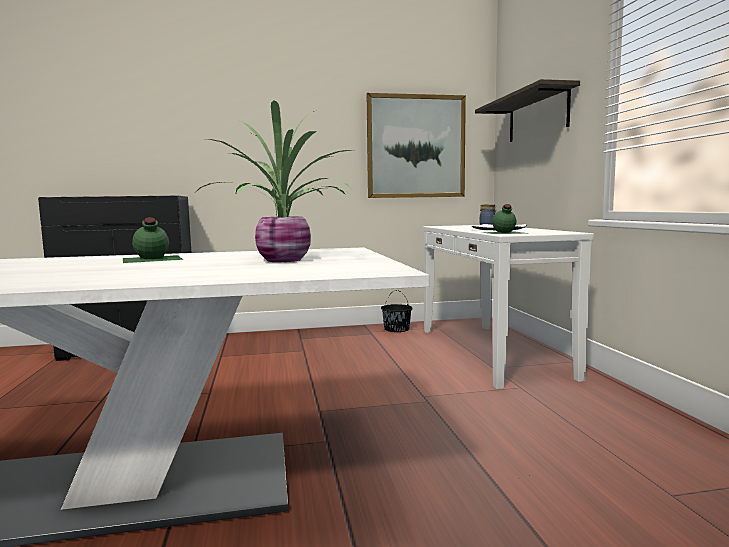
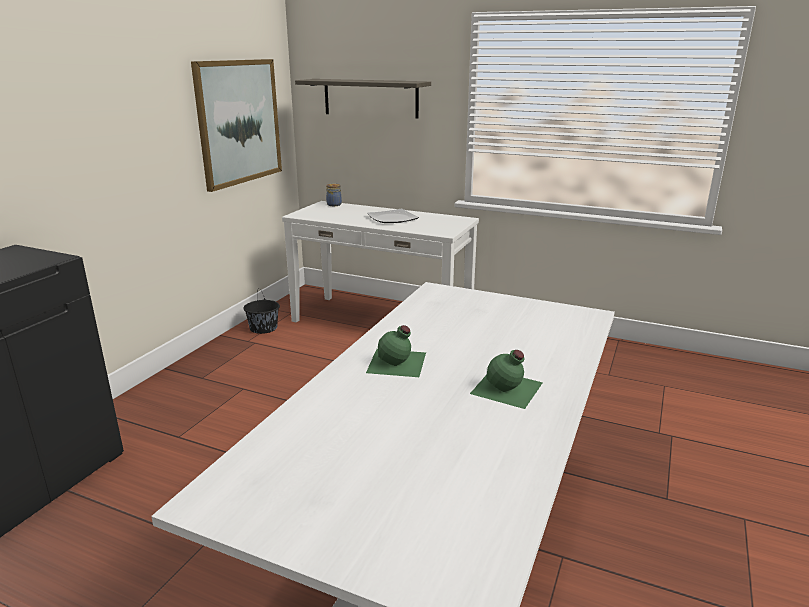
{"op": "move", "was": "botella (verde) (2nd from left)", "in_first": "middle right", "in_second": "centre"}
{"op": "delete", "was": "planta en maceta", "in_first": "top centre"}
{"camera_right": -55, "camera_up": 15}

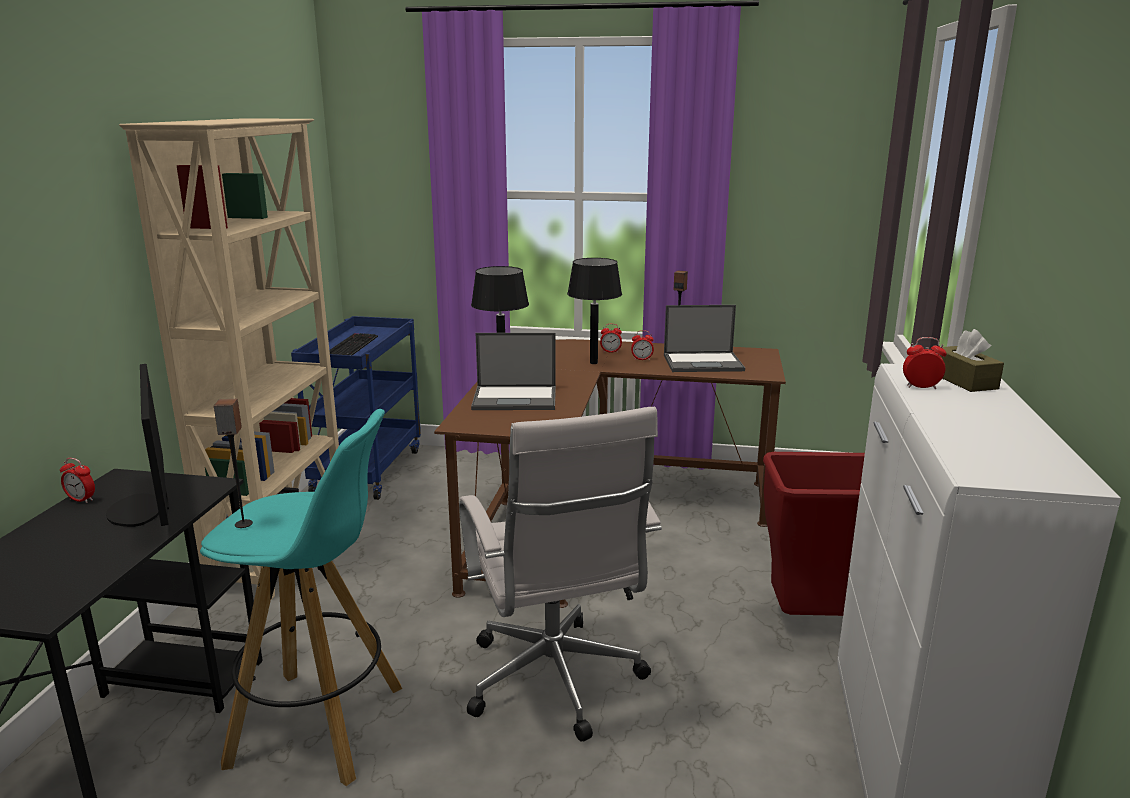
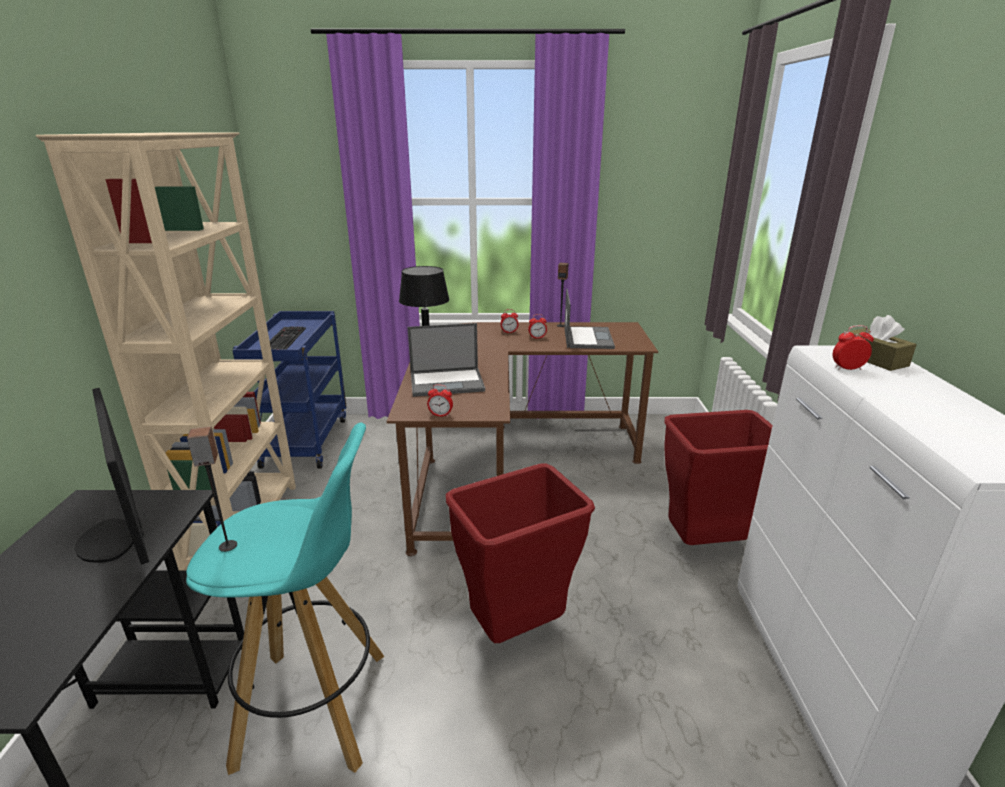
{"op": "move", "was": "despertador (1st from left)", "in_first": "middle left", "in_second": "centre"}
{"op": "replace", "was": "silla de oficina (blanco)", "now": "papelera (rojo) (1st from left)", "in_first": "bottom centre", "in_second": "bottom centre"}
{"op": "rotate", "was": "portátil (2nd from left)", "in_first": "centre", "in_second": "centre", "clockwise": -75}
{"op": "delete", "was": "lámpara de mesa (negro) (2nd from left)", "in_first": "centre"}
{"camera_right": -10, "camera_up": 5}

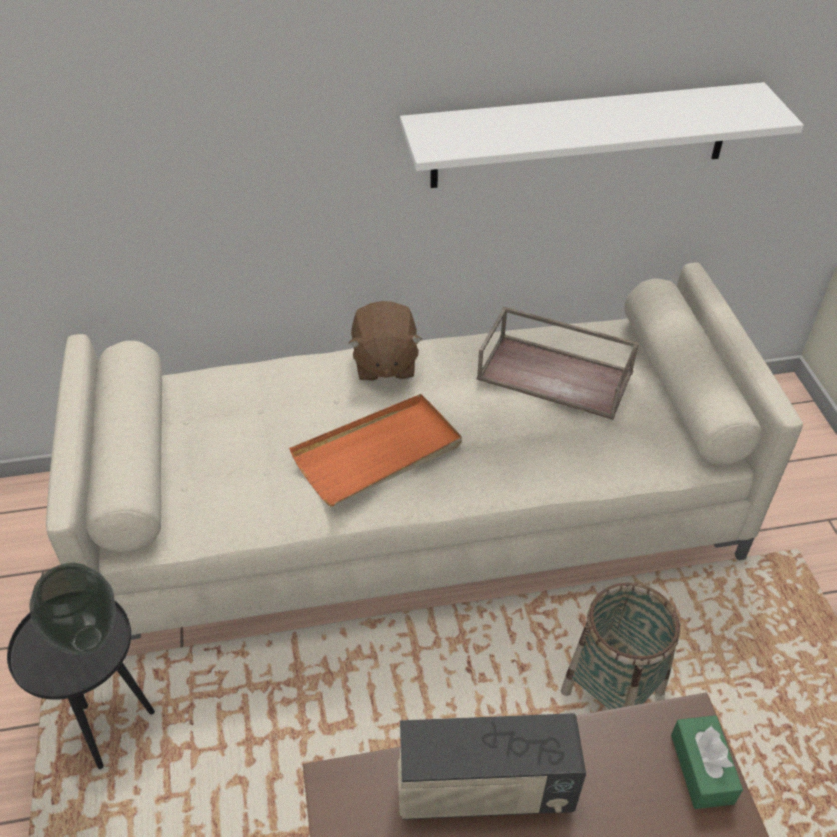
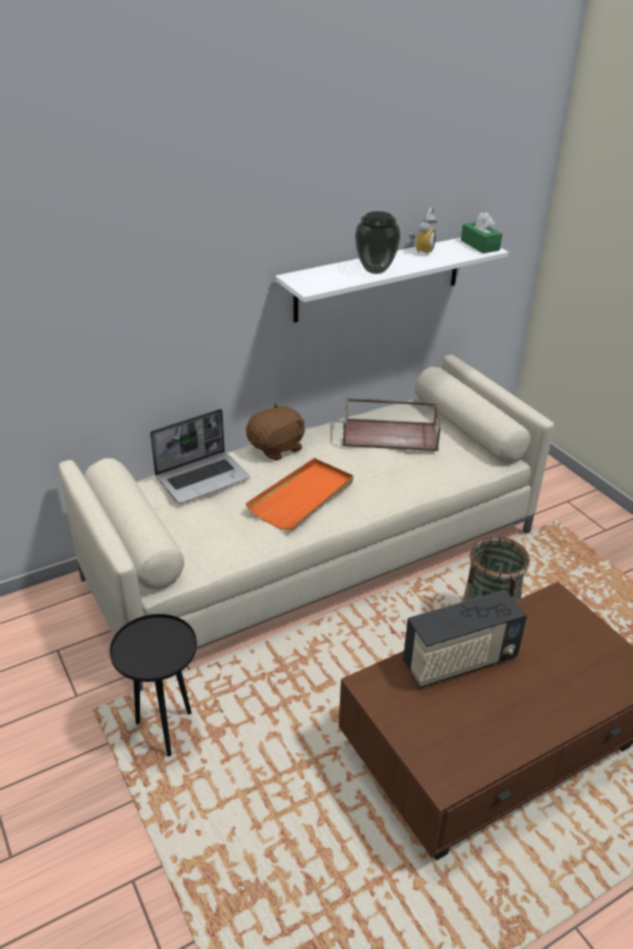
{"op": "insert", "now": "portátil", "in_second": "middle left"}
{"op": "rotate", "was": "peluche (marrón)", "in_first": "centre", "in_second": "centre", "clockwise": -105}
{"op": "move", "was": "florero", "in_first": "bottom left", "in_second": "top centre"}
{"op": "insert", "now": "despertador", "in_second": "top right"}
{"op": "move", "was": "caja de pañuelos (verde)", "in_first": "bottom right", "in_second": "top right"}
{"camera_right": -20, "camera_up": -10}

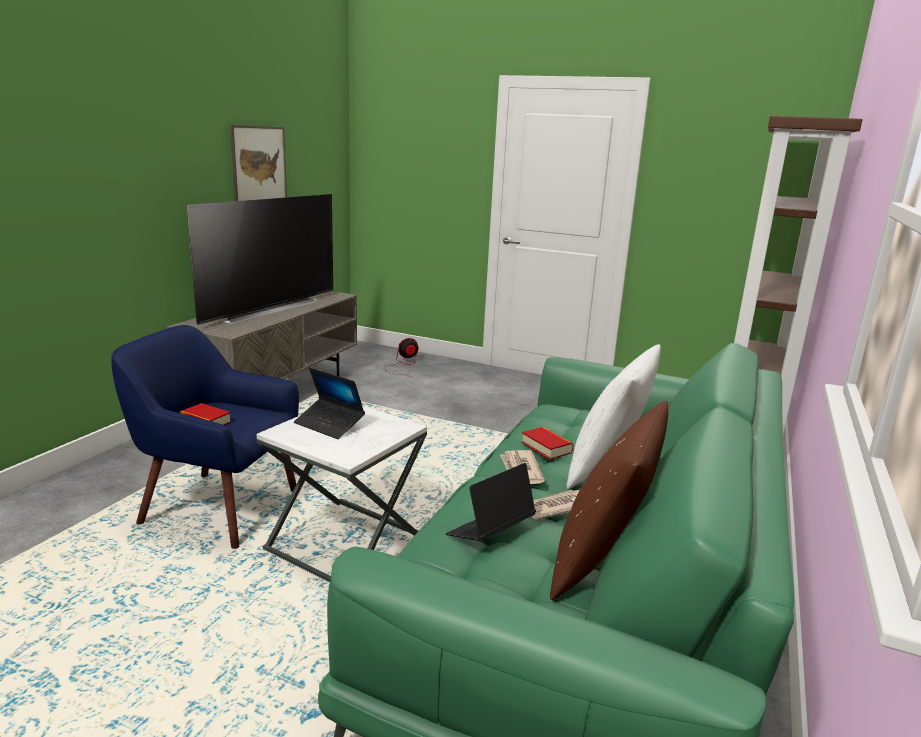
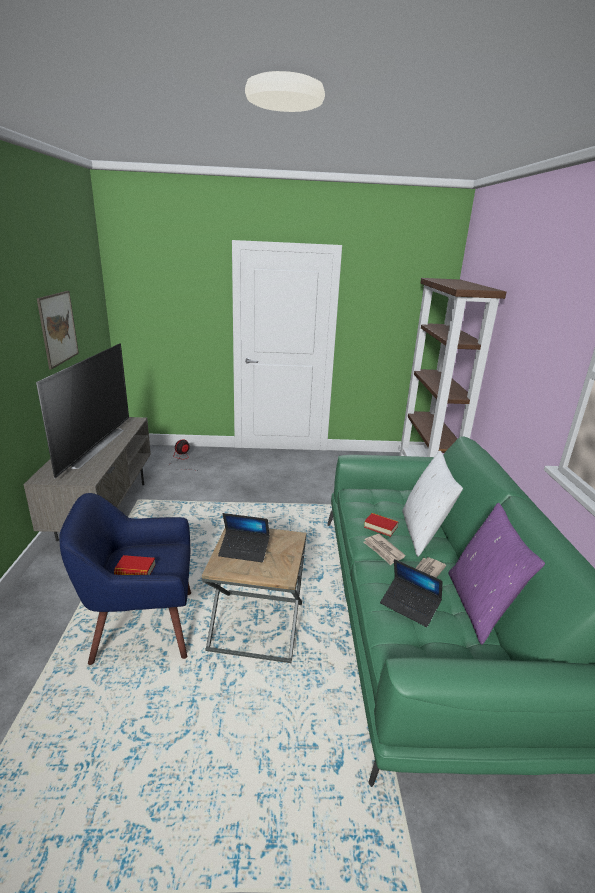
{"op": "recolor", "was": "mesa auxiliar (blanco)", "now": "mesa auxiliar (marrón)", "in_first": "bottom centre", "in_second": "centre"}
{"op": "rotate", "was": "portátil (2nd from left)", "in_first": "bottom centre", "in_second": "middle right", "clockwise": -75}
{"op": "recolor", "was": "cojín (marrón)", "now": "cojín (morado)", "in_first": "bottom centre", "in_second": "middle right"}
{"camera_right": -25, "camera_up": 5}

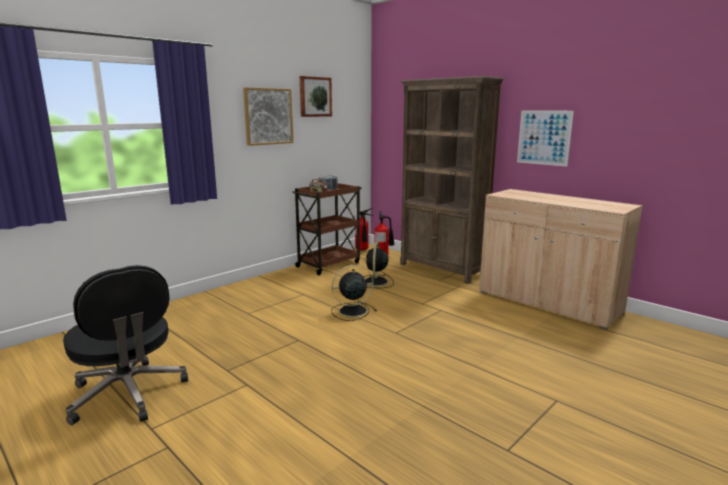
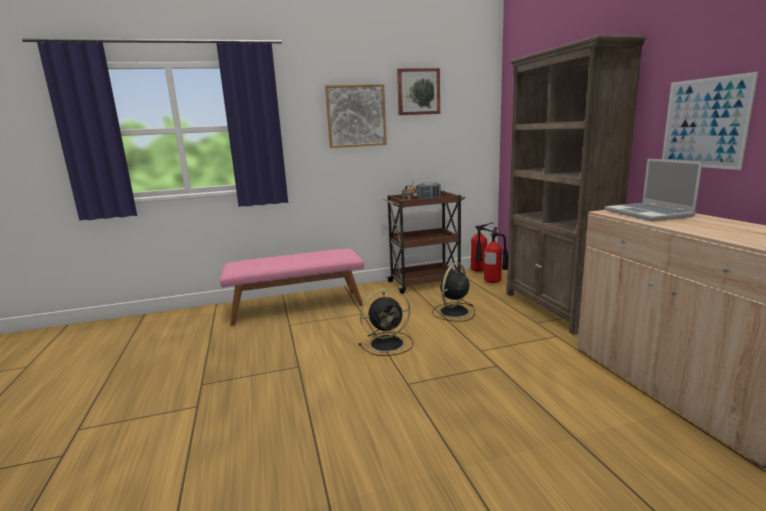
{"op": "insert", "now": "banco (rosa)", "in_second": "centre"}
{"op": "rotate", "was": "ventilador (negro) (1st from left)", "in_first": "centre", "in_second": "centre", "clockwise": 150}
{"op": "insert", "now": "portátil", "in_second": "middle right"}
{"op": "delete", "was": "silla de oficina (negro)", "in_first": "bottom left"}
{"camera_right": 30, "camera_up": 0}

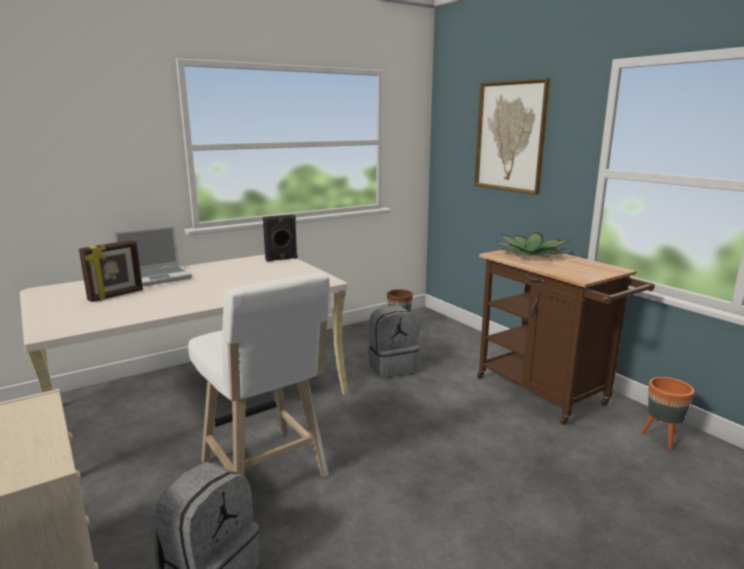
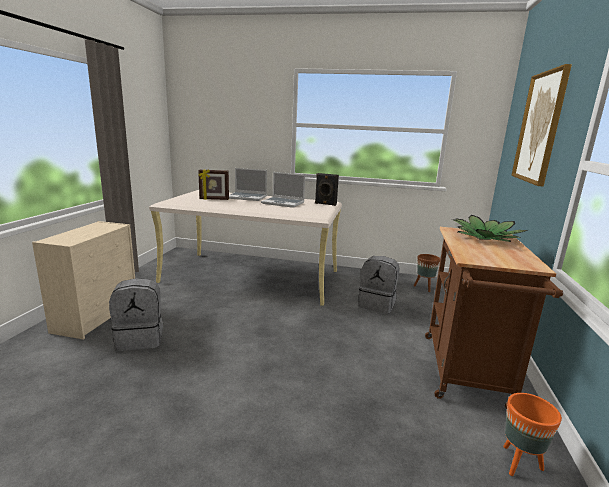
{"op": "insert", "now": "portátil (2nd from left)", "in_second": "centre"}
{"op": "delete", "was": "taburete (blanco)", "in_first": "centre"}
{"camera_right": 45, "camera_up": 0}

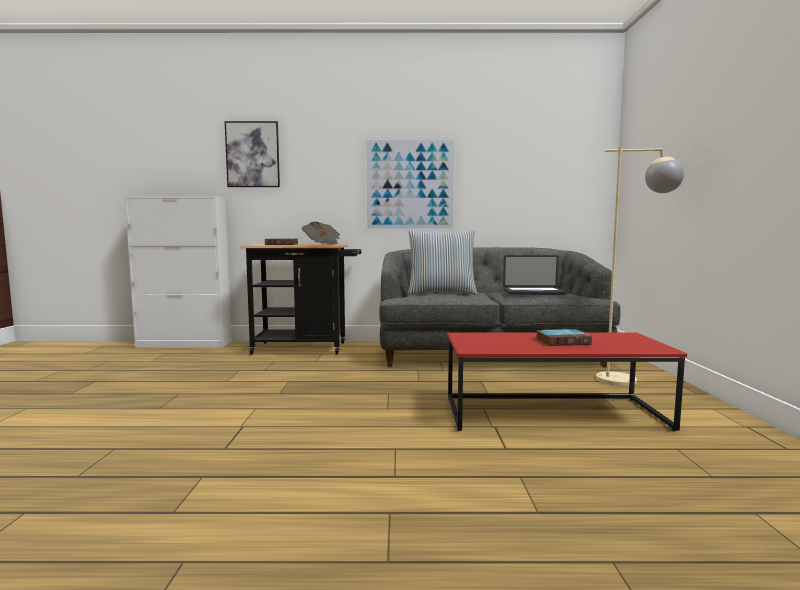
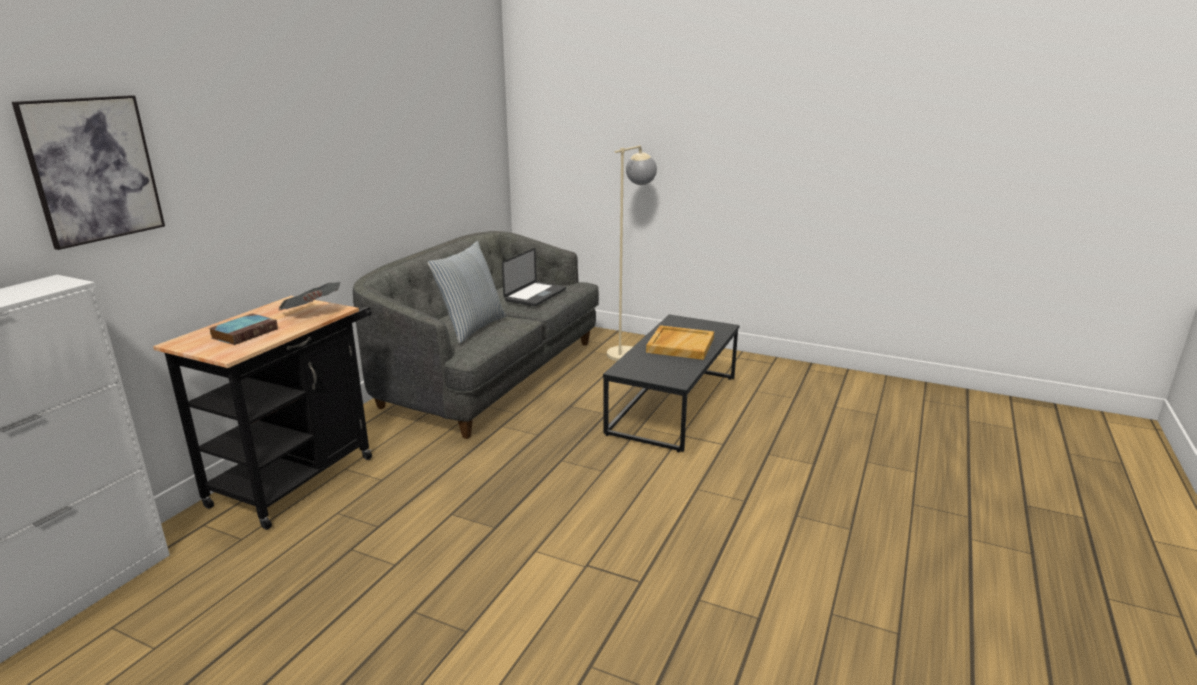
{"op": "recolor", "was": "mesa de centro (rojo)", "now": "mesa de centro (negro)", "in_first": "middle right", "in_second": "centre"}
{"op": "replace", "was": "libro (2nd from left)", "now": "bandeja (beis)", "in_first": "middle right", "in_second": "centre"}
{"op": "delete", "was": "cuadro (2nd from left)", "in_first": "top centre"}
{"camera_right": -65, "camera_up": 15}

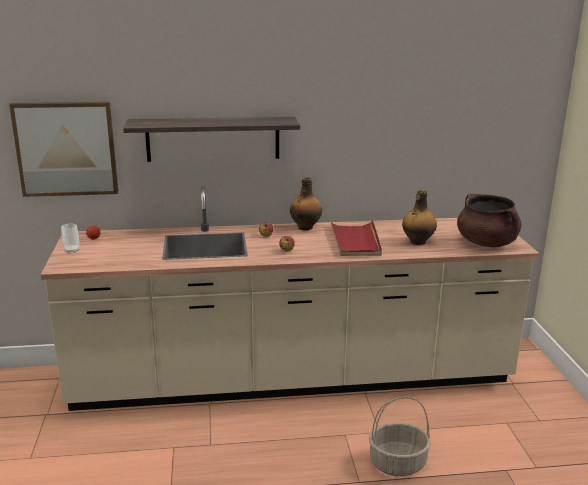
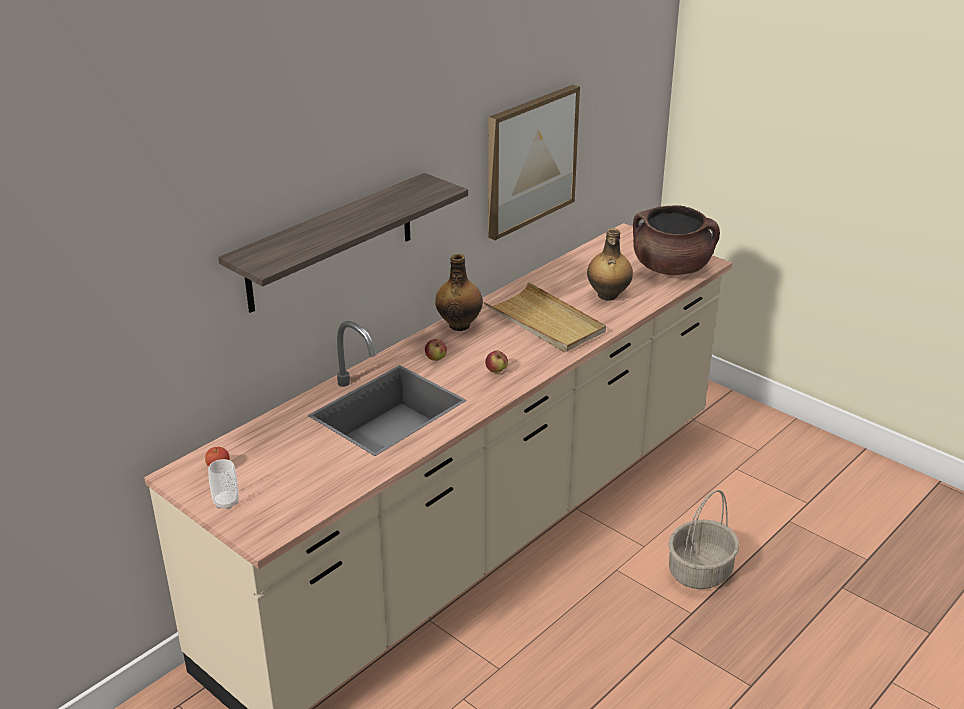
{"op": "recolor", "was": "bandeja (rojo)", "now": "bandeja (beis)", "in_first": "centre", "in_second": "centre"}
{"op": "move", "was": "cuadro", "in_first": "top left", "in_second": "top centre"}
{"camera_right": -40, "camera_up": 10}

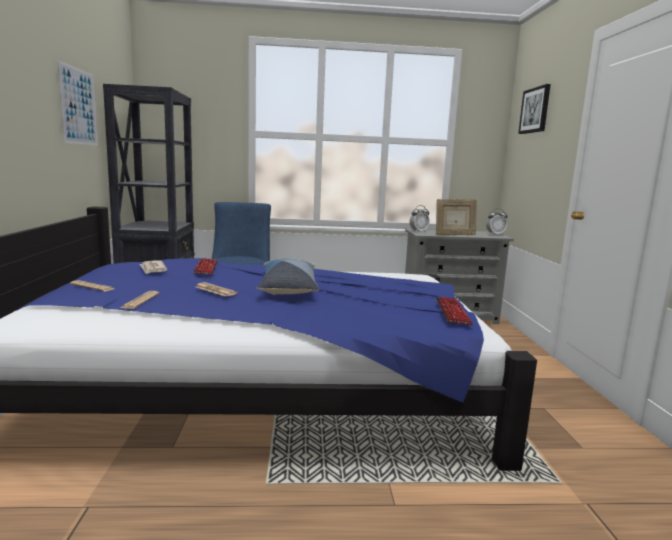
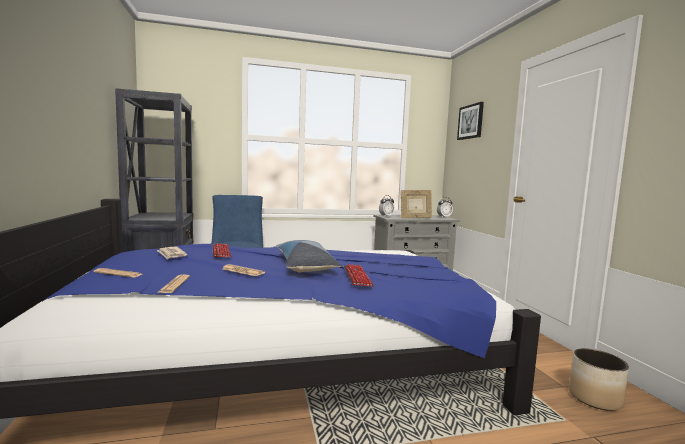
{"op": "move", "was": "teclado (2nd from left)", "in_first": "middle right", "in_second": "centre"}
{"op": "insert", "now": "maceta", "in_second": "bottom right"}
{"op": "delete", "was": "cuadro (1st from left)", "in_first": "top left"}
{"camera_right": -10, "camera_up": -5}

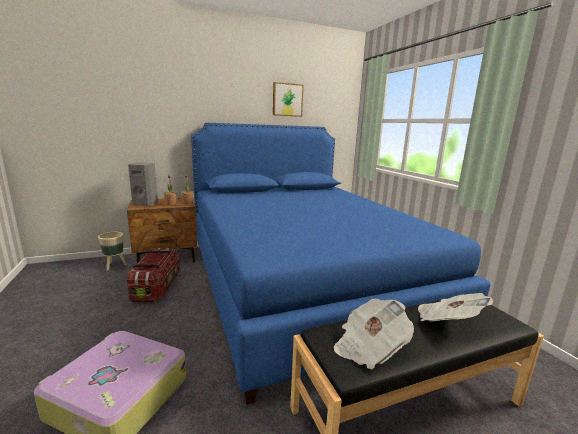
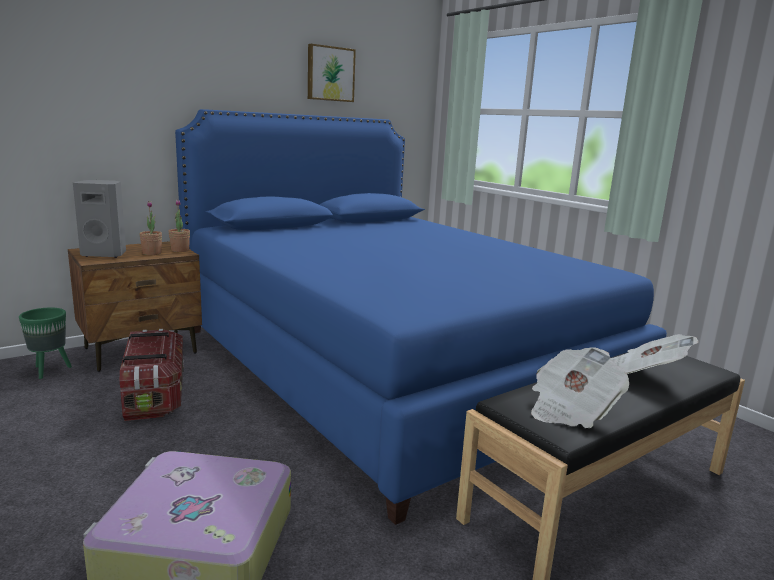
{"op": "recolor", "was": "maceta (beis)", "now": "maceta (verde)", "in_first": "middle left", "in_second": "middle left"}
{"camera_right": -15, "camera_up": 0}

